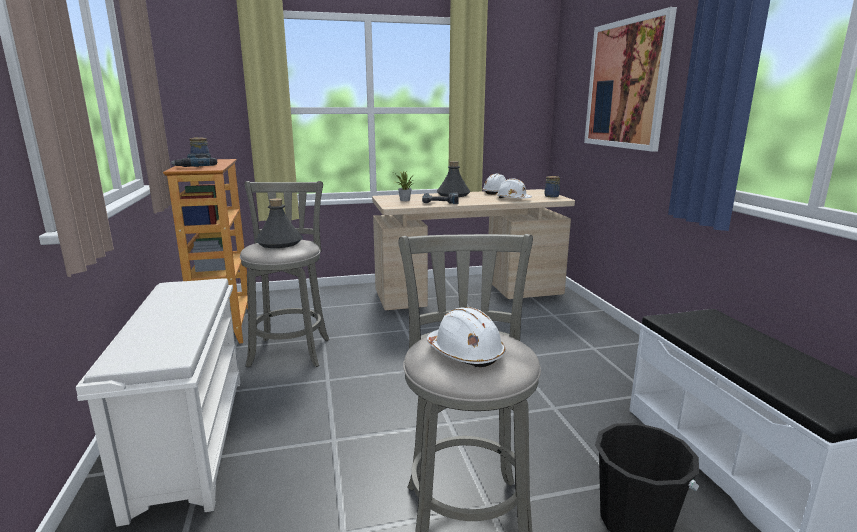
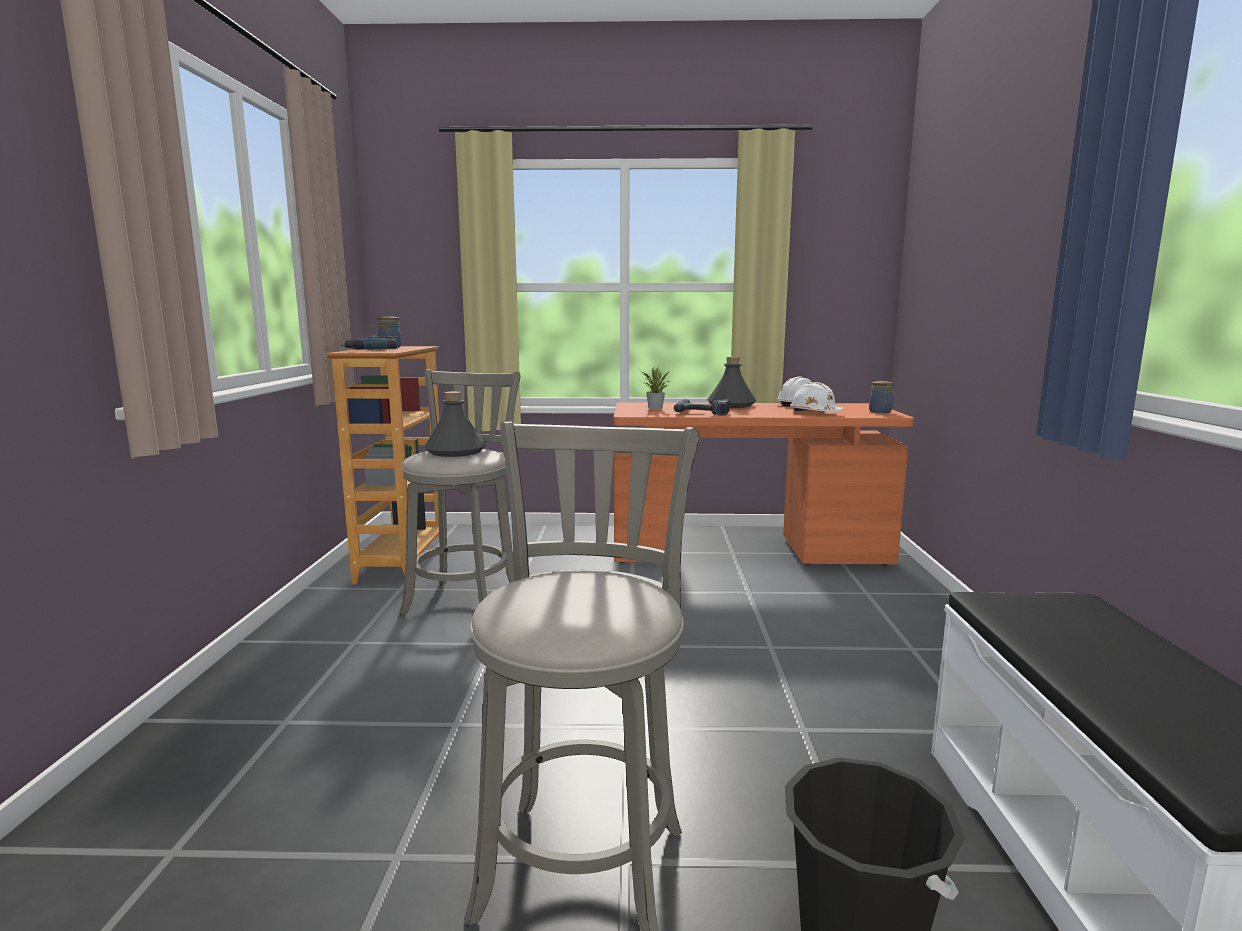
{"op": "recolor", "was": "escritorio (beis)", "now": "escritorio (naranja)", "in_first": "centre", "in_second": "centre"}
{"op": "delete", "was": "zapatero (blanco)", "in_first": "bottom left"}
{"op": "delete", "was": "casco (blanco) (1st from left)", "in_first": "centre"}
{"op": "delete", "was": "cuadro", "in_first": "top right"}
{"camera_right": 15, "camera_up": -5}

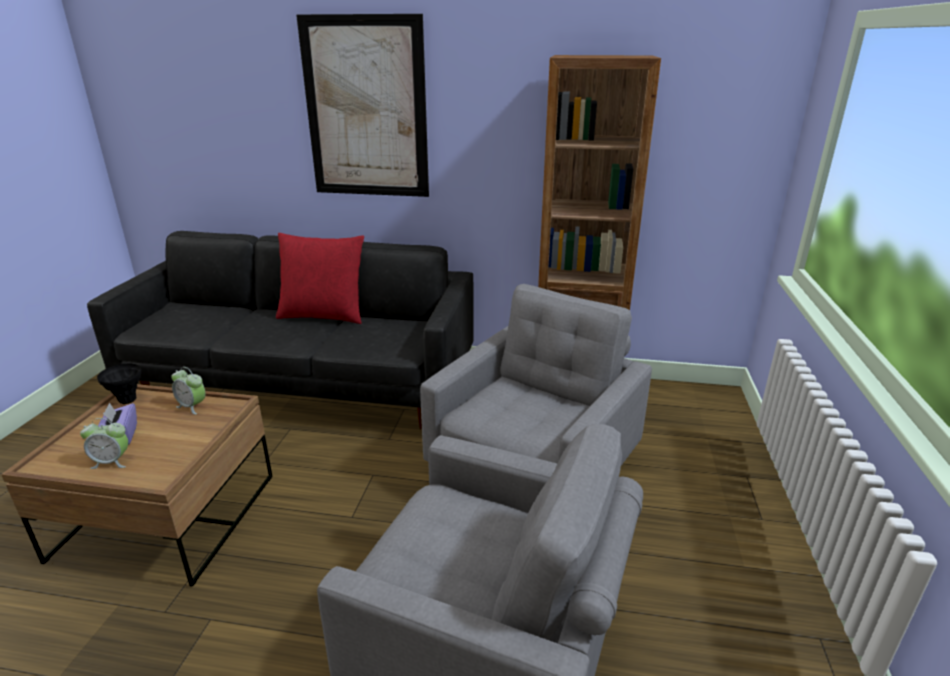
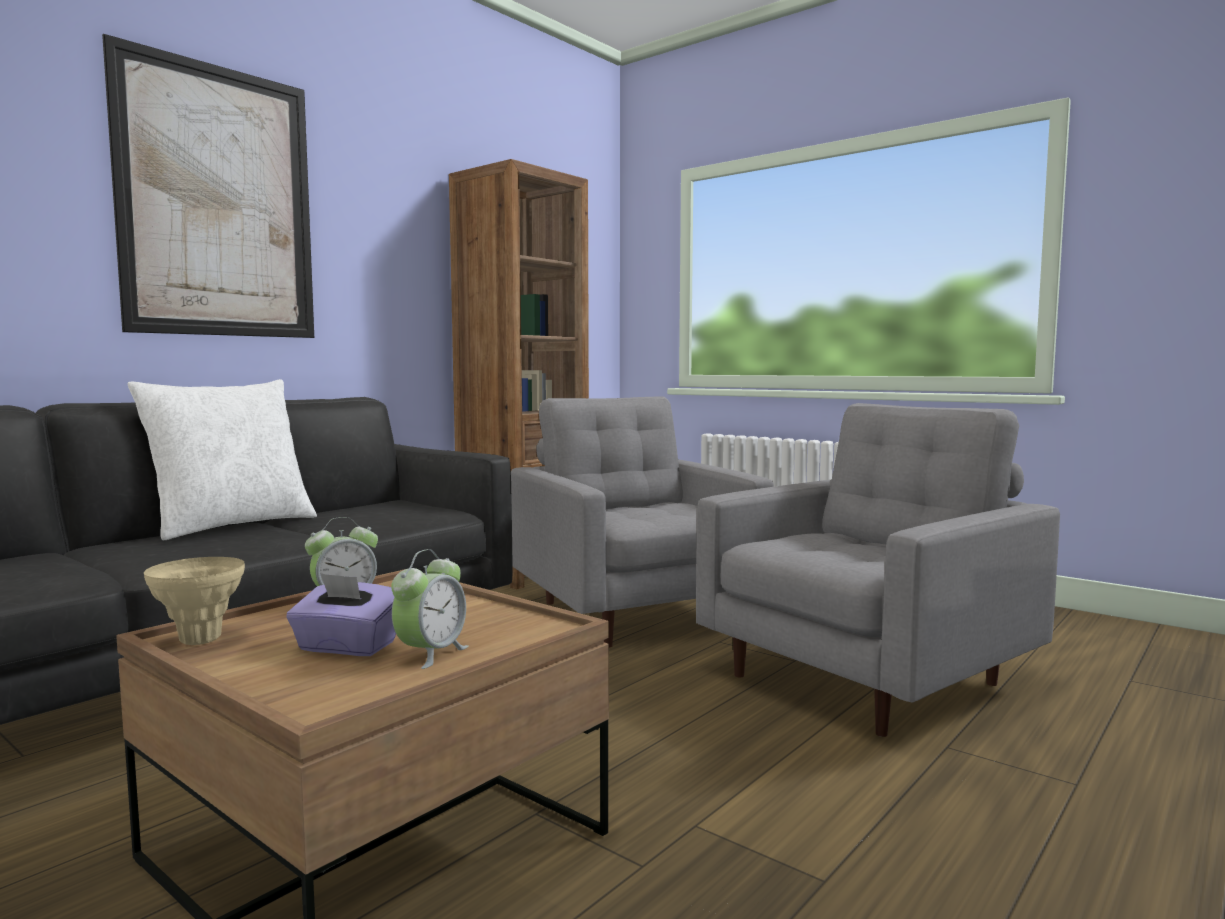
{"op": "recolor", "was": "cojín (rojo)", "now": "cojín (blanco)", "in_first": "centre", "in_second": "middle left"}
{"op": "recolor", "was": "florero (negro)", "now": "florero (beis)", "in_first": "middle left", "in_second": "middle left"}
{"camera_right": -60, "camera_up": -20}

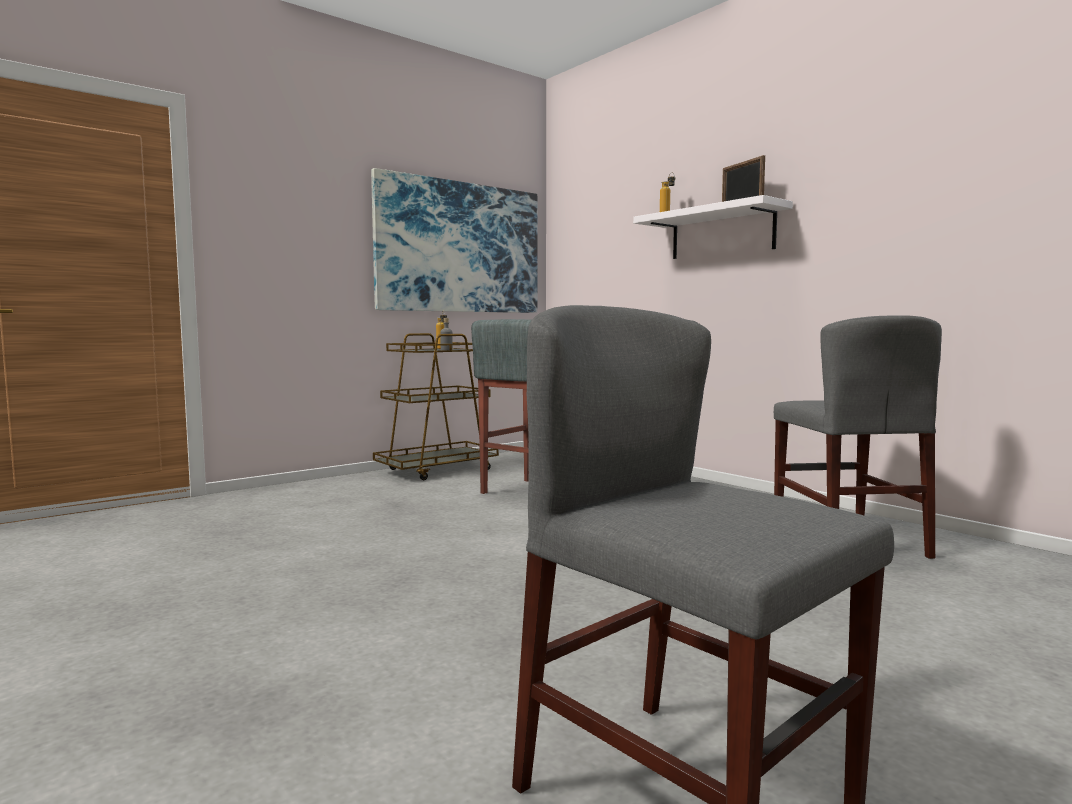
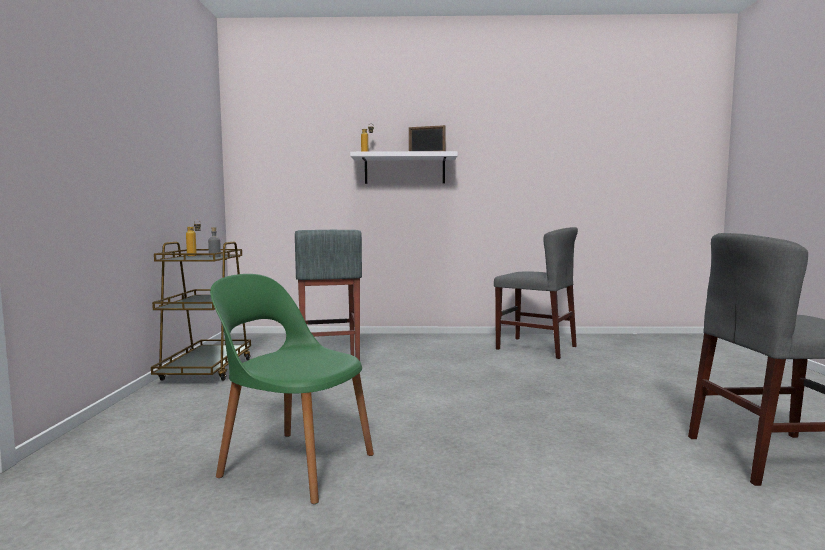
{"op": "insert", "now": "silla (verde)", "in_second": "bottom centre"}
{"op": "delete", "was": "cuadro", "in_first": "top centre"}
{"camera_right": -50, "camera_up": 0}

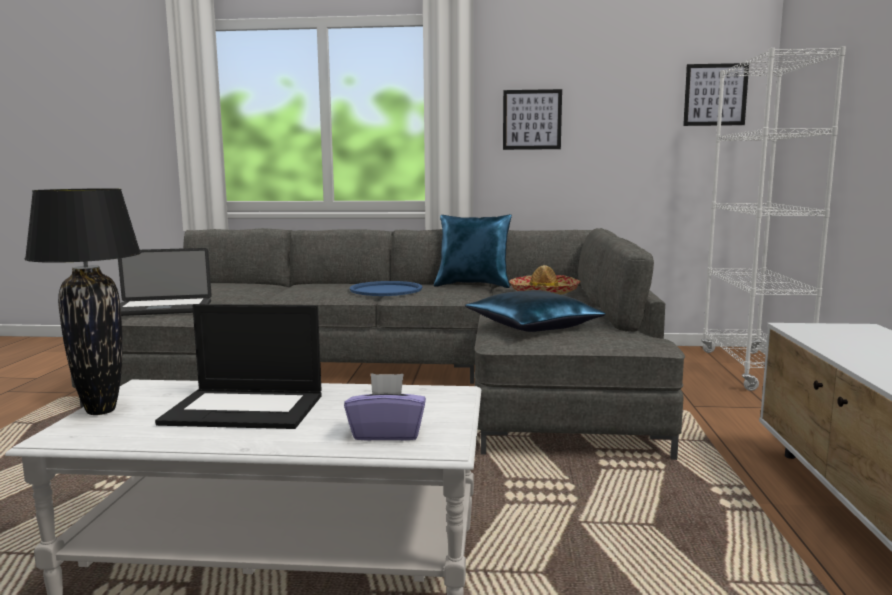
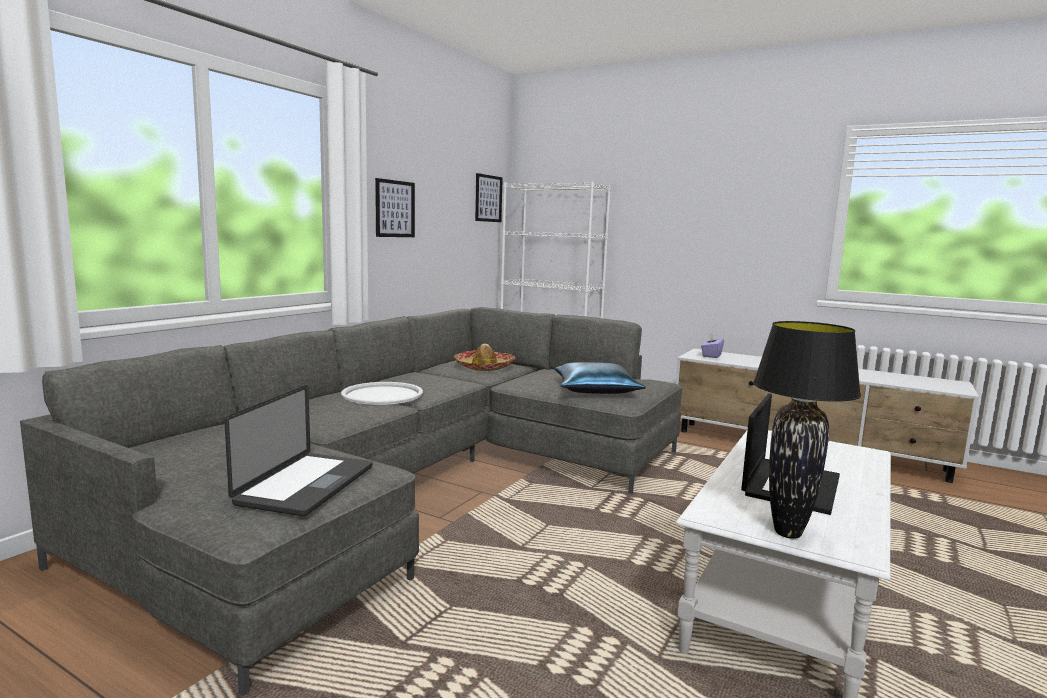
{"op": "recolor", "was": "bandeja (azul)", "now": "bandeja (blanco)", "in_first": "centre", "in_second": "centre"}
{"op": "move", "was": "caja de pañuelos (morado)", "in_first": "bottom centre", "in_second": "middle right"}
{"op": "delete", "was": "cojín (azul) (1st from left)", "in_first": "centre"}
{"camera_right": -65, "camera_up": 0}

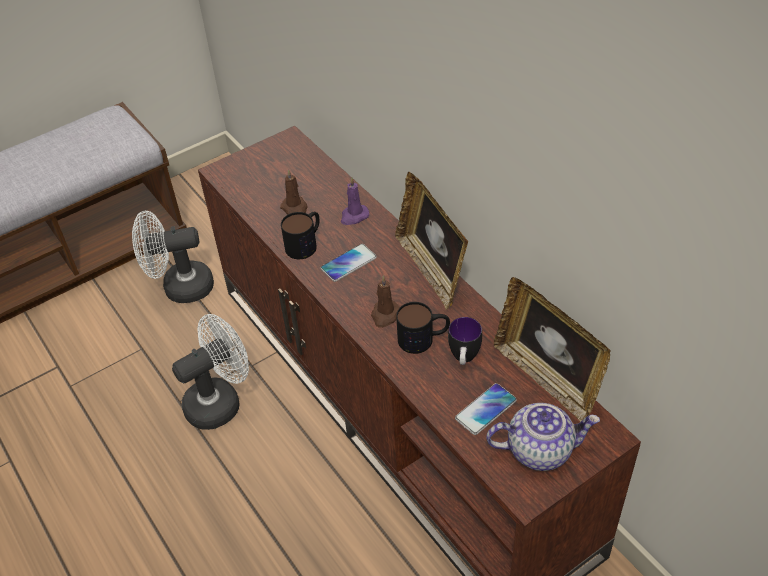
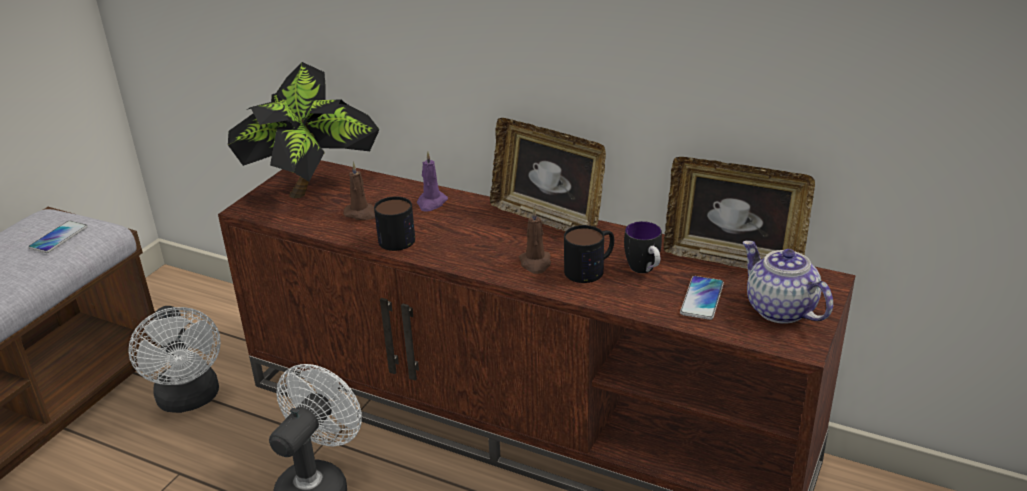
{"op": "move", "was": "móvil (1st from left)", "in_first": "centre", "in_second": "middle left"}
{"op": "rotate", "was": "ventilador (blanco) (1st from left)", "in_first": "middle left", "in_second": "bottom left", "clockwise": -75}
{"op": "insert", "now": "planta en maceta", "in_second": "top left"}
{"op": "rotate", "was": "tetera", "in_first": "bottom right", "in_second": "middle right", "clockwise": -90}
{"camera_right": -30, "camera_up": -15}

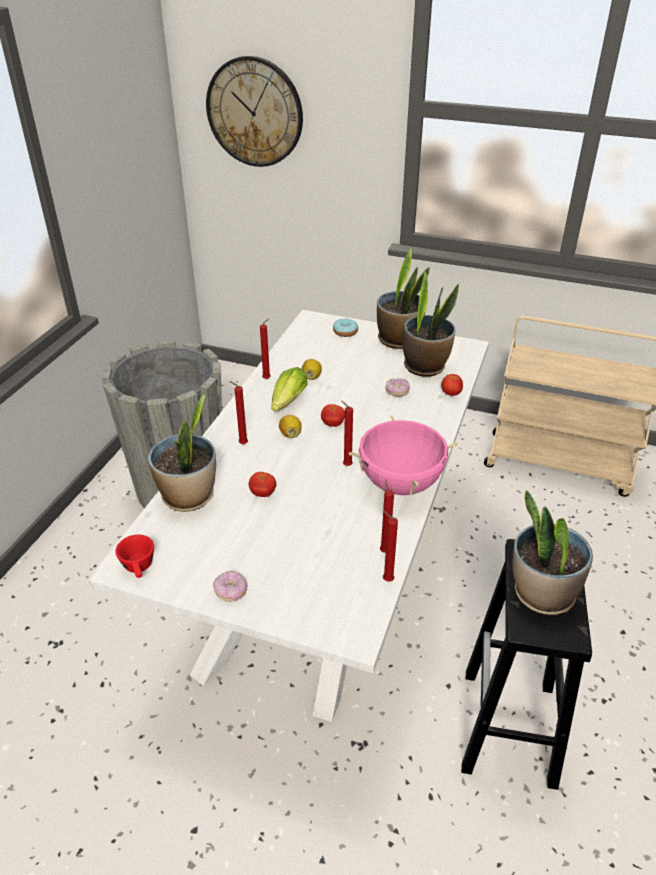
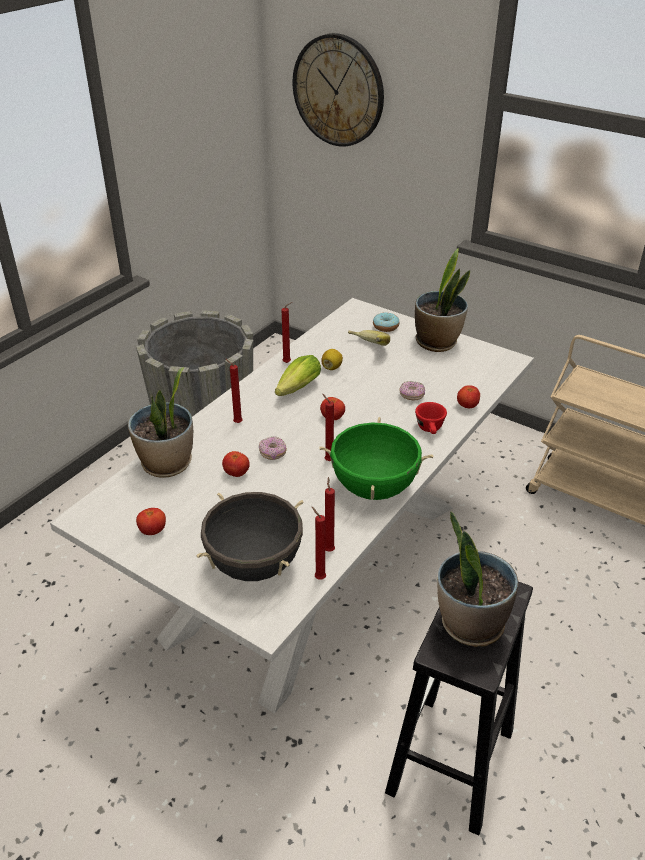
{"op": "insert", "now": "tomate (1st from left)", "in_second": "middle left"}
{"op": "insert", "now": "olla (negro)", "in_second": "centre"}
{"op": "move", "was": "rosquilla (1st from left)", "in_first": "bottom centre", "in_second": "centre"}
{"op": "recolor", "was": "olla (rosa)", "now": "olla (verde)", "in_first": "centre", "in_second": "centre"}
{"op": "insert", "now": "plátano", "in_second": "centre"}
{"op": "move", "was": "taza (rojo)", "in_first": "middle left", "in_second": "middle right"}
{"op": "delete", "was": "limón (1st from left)", "in_first": "centre"}
{"op": "delete", "was": "planta en maceta (3rd from left)", "in_first": "centre"}
{"camera_right": 15, "camera_up": 0}

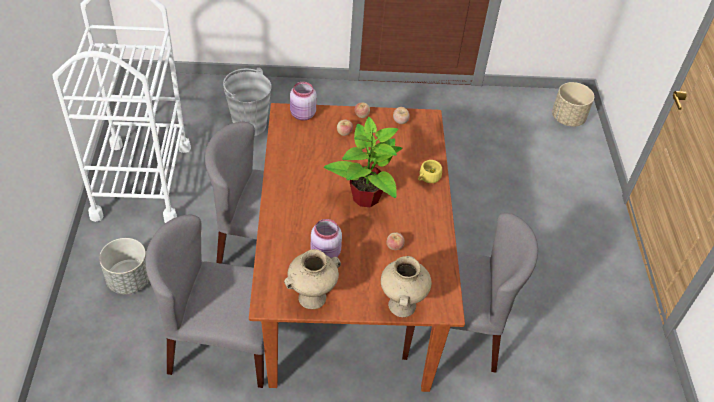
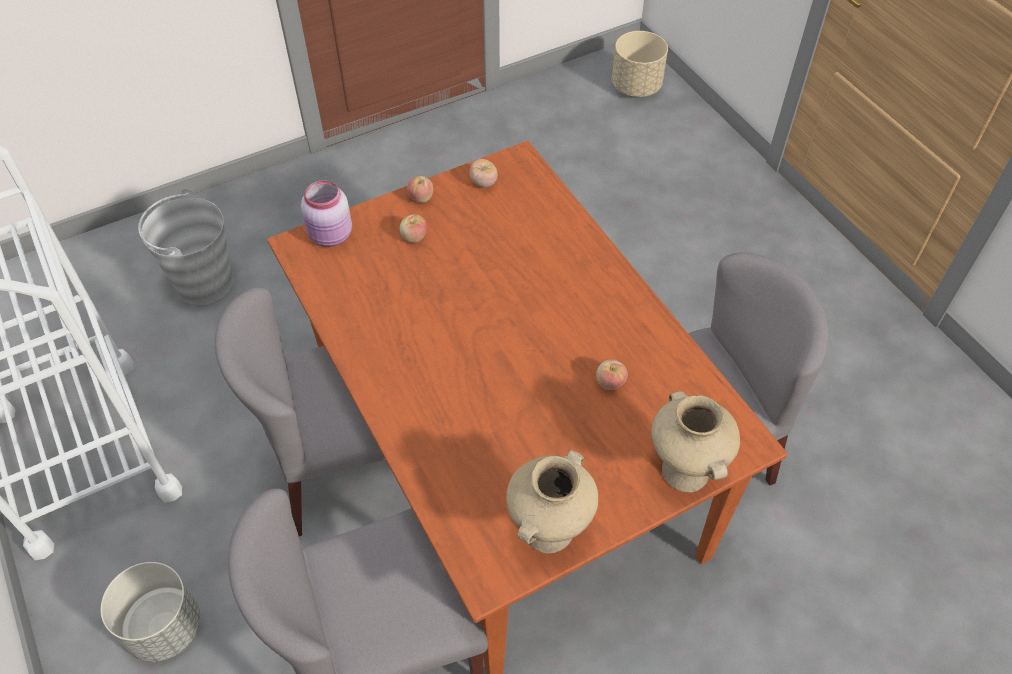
{"op": "delete", "was": "tarro (rosa) (2nd from left)", "in_first": "centre"}
{"op": "delete", "was": "planta en maceta", "in_first": "centre"}
{"op": "delete", "was": "taza (amarillo)", "in_first": "centre"}
{"camera_right": -25, "camera_up": 5}

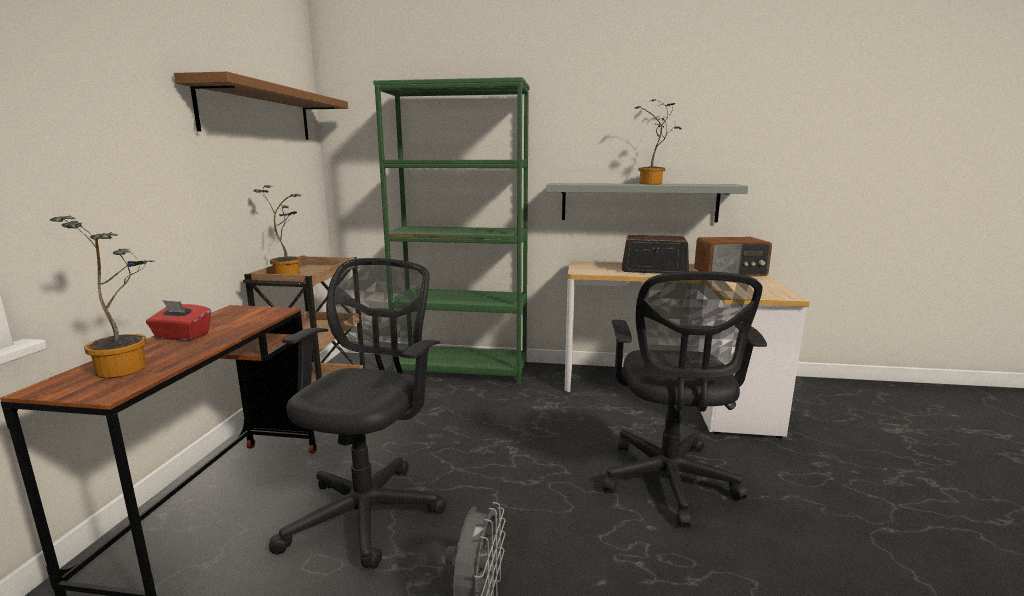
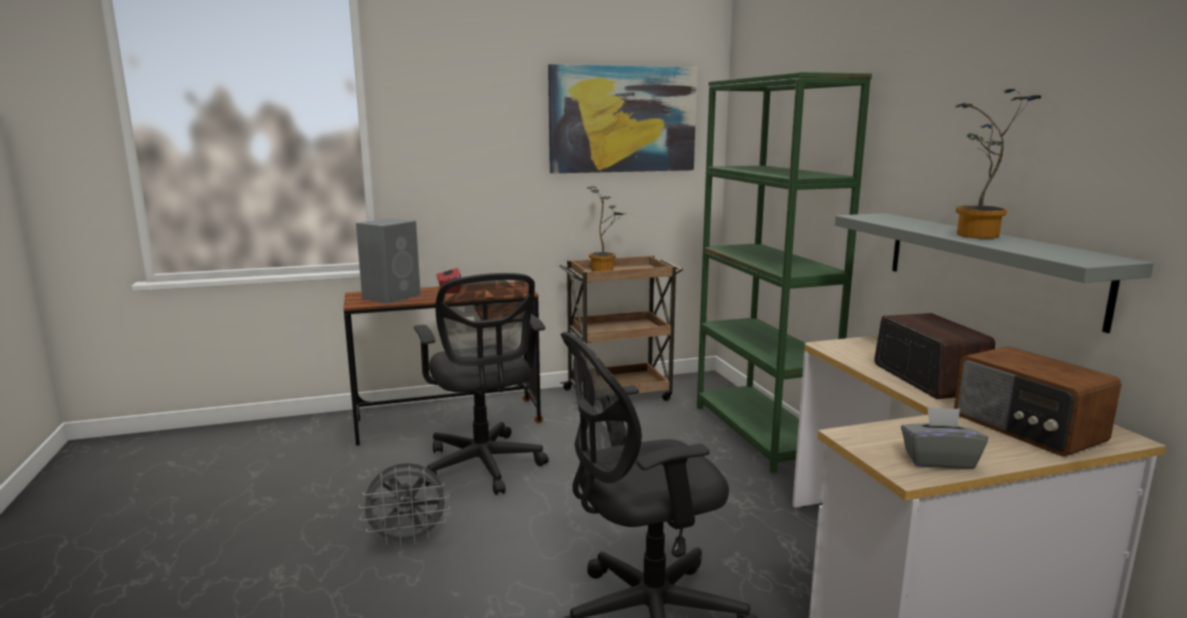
{"op": "replace", "was": "planta en maceta (1st from left)", "now": "altavoz (gris)", "in_first": "middle left", "in_second": "middle left"}
{"op": "rotate", "was": "silla de oficina (negro) (1st from left)", "in_first": "bottom centre", "in_second": "centre", "clockwise": 75}
{"op": "replace", "was": "estante (marrón)", "now": "cuadro", "in_first": "top left", "in_second": "top centre"}
{"op": "insert", "now": "caja de pañuelos (gris)", "in_second": "bottom right"}
{"camera_right": 65, "camera_up": 0}

